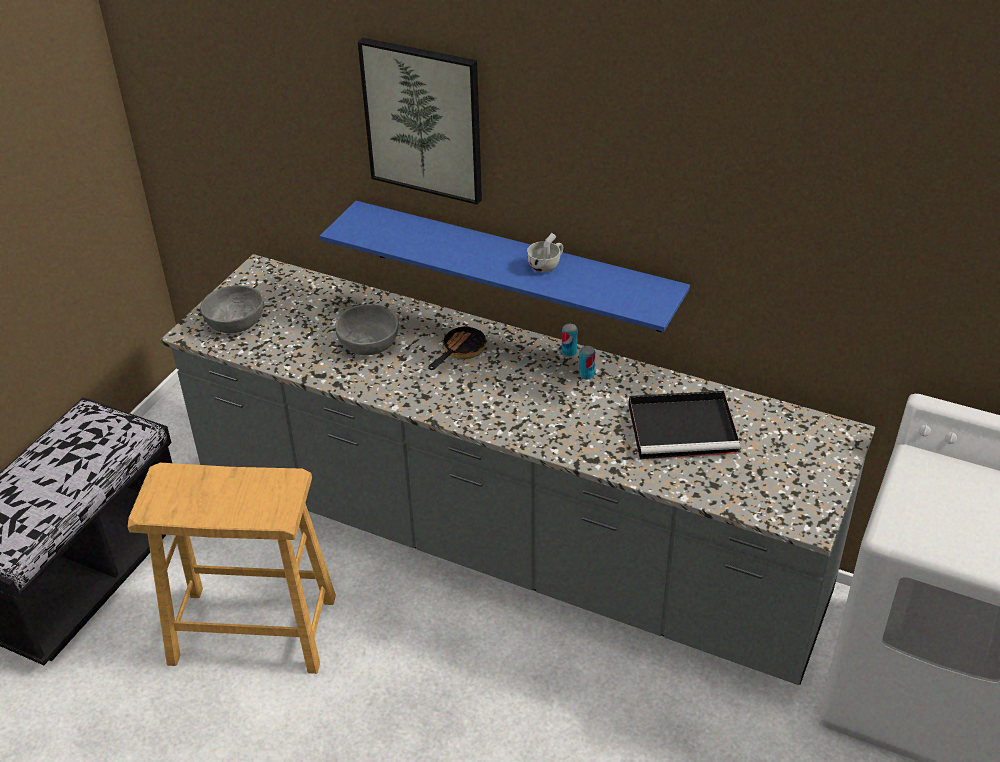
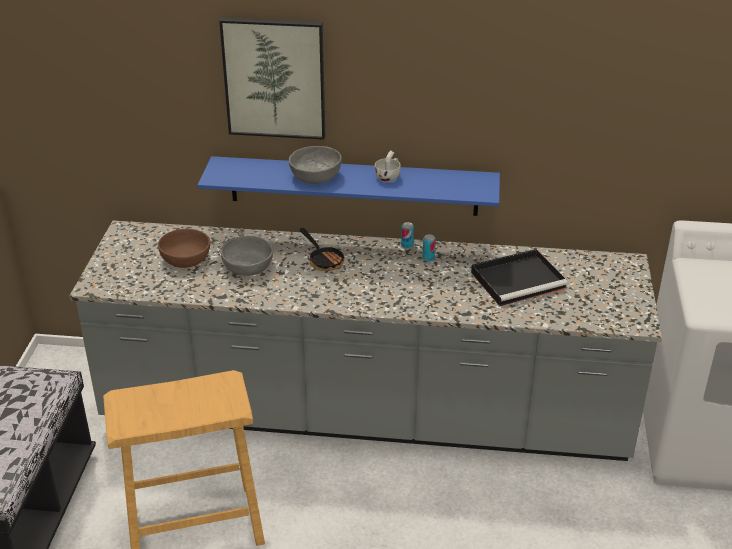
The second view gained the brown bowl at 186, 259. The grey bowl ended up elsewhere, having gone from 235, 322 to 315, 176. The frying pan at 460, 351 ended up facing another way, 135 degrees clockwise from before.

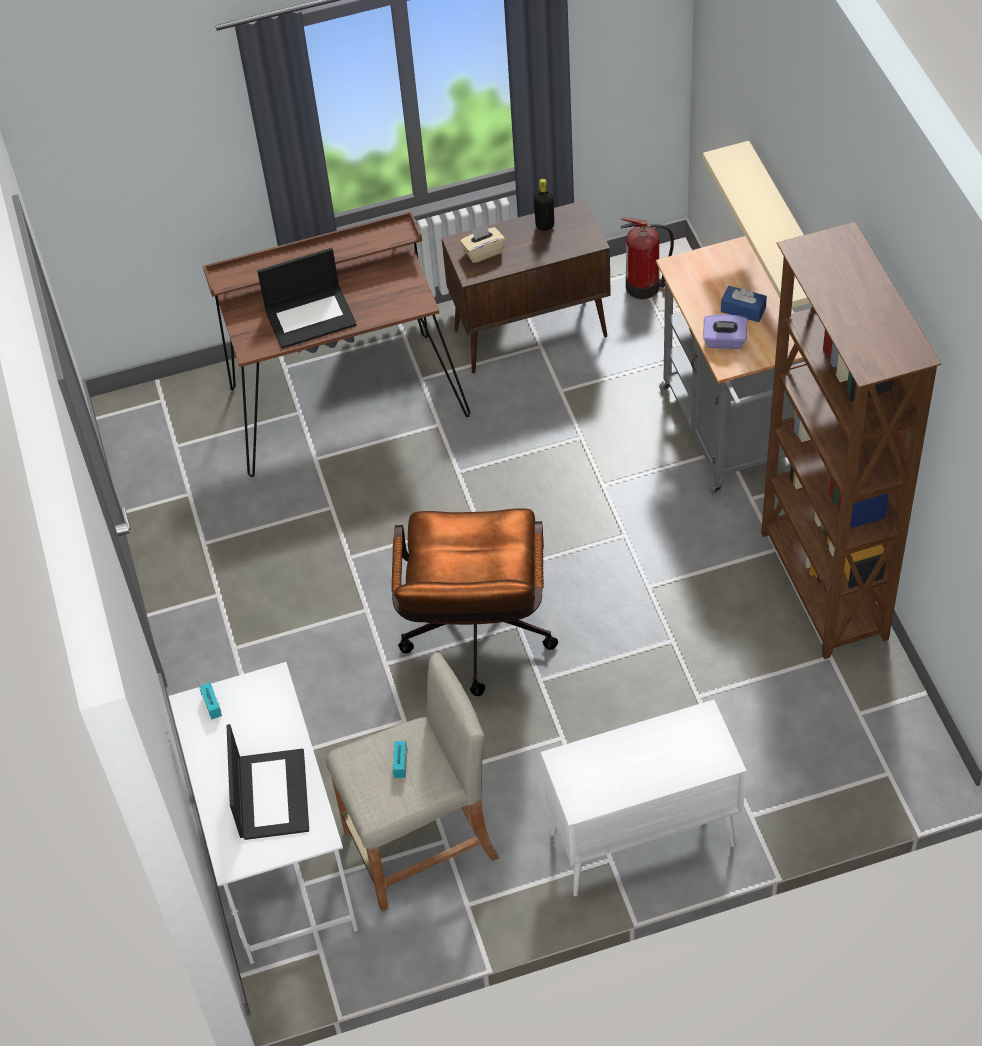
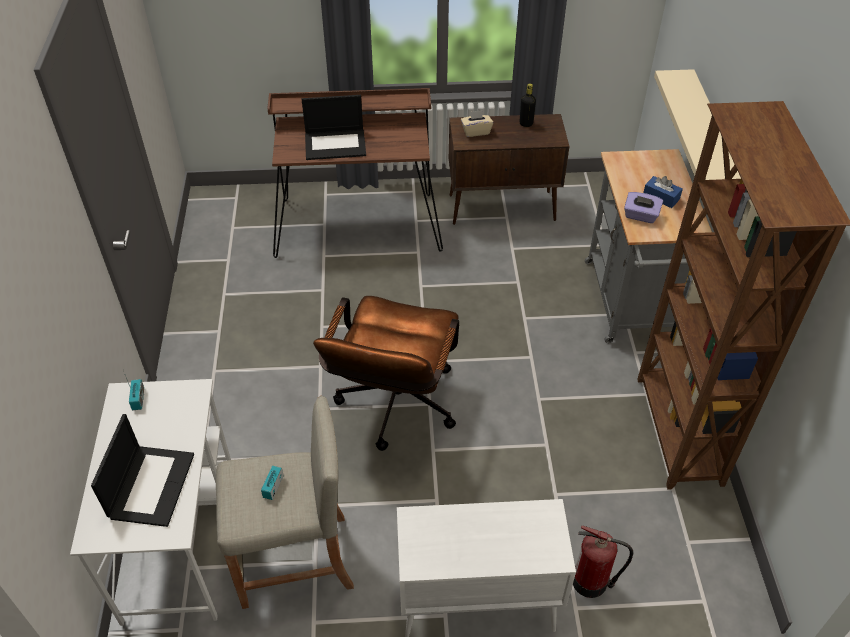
The fire extinguisher ended up elsewhere, having gone from 645, 286 to 592, 581.

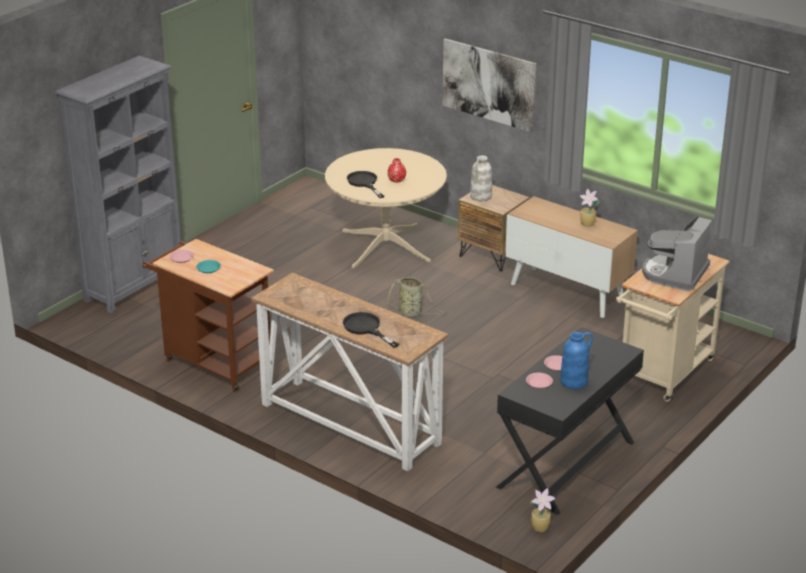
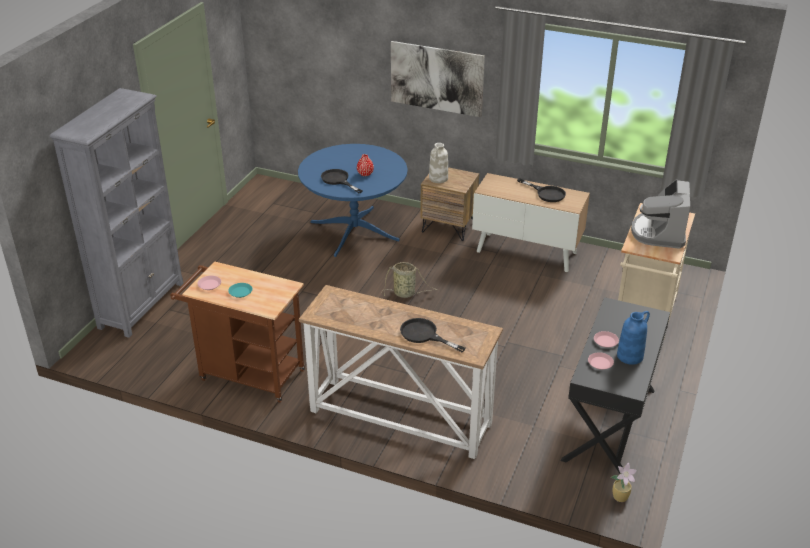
Where the potted plant stood at 587, 224, the black frying pan came to stand at 546, 193. What was the beige dining table at 386, 246 turned into the blue dining table at 355, 231.

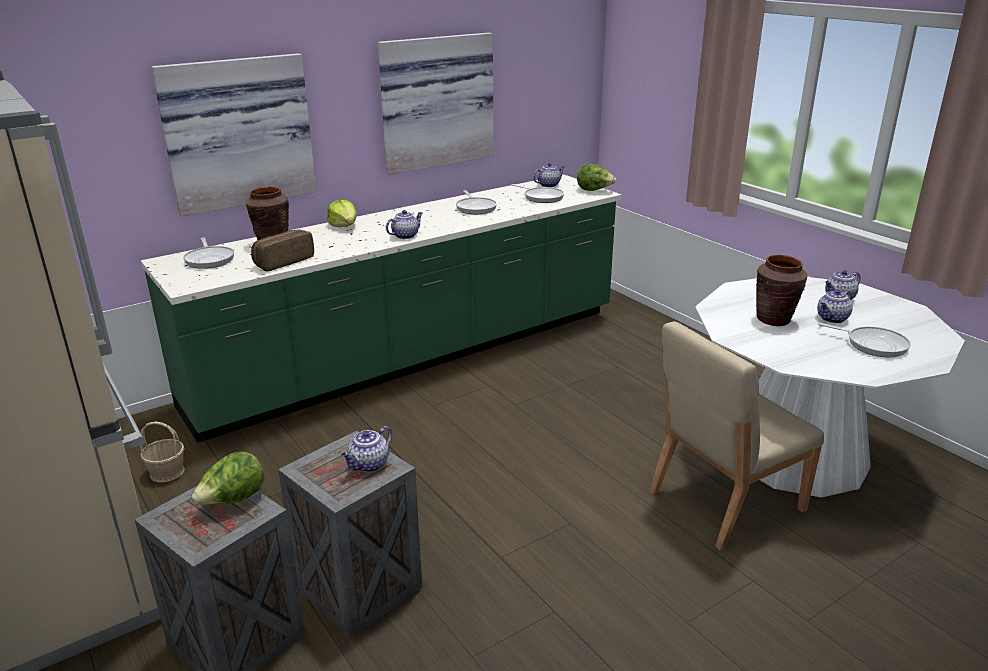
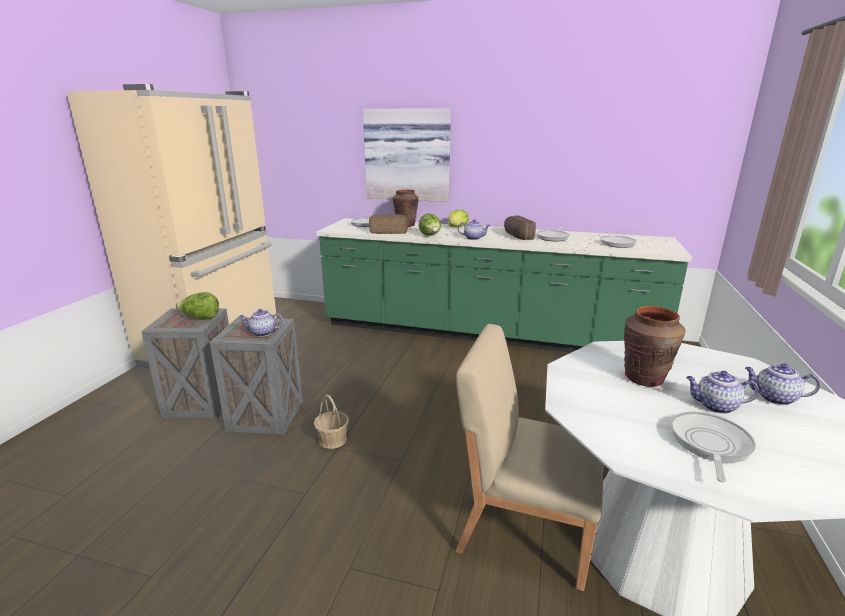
The second view lost the picture at 435, 101. The second view lost the teapot at 549, 185. The second view gained the bread at 517, 236. The basket ended up elsewhere, having gone from 167, 472 to 333, 439. The lettuce ended up elsewhere, having gone from 594, 190 to 430, 236. The frying pan at 873, 344 ended up facing another way, 150 degrees counterclockwise from before.

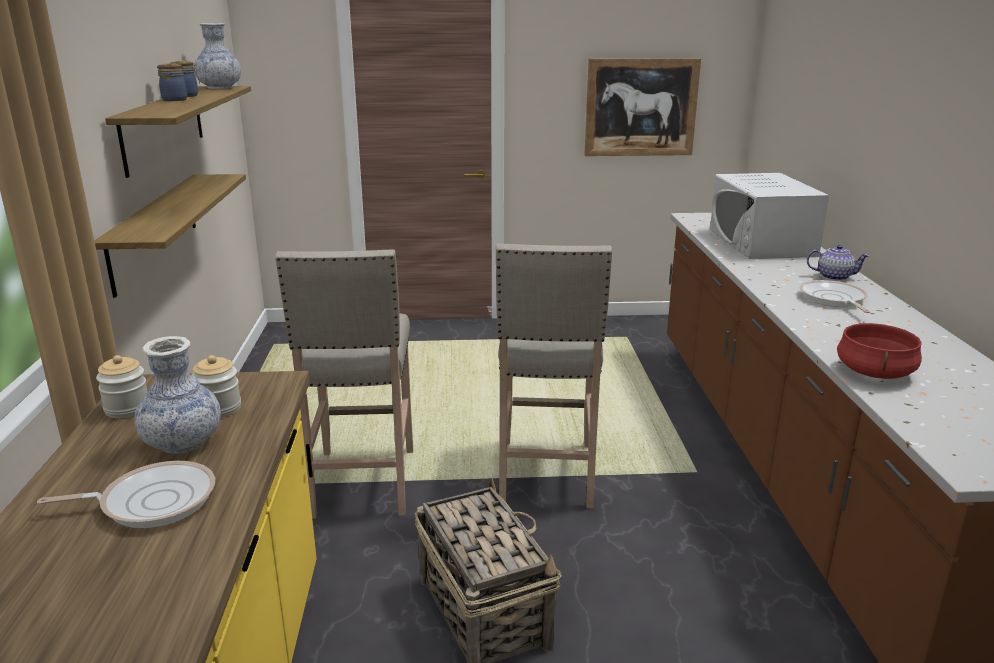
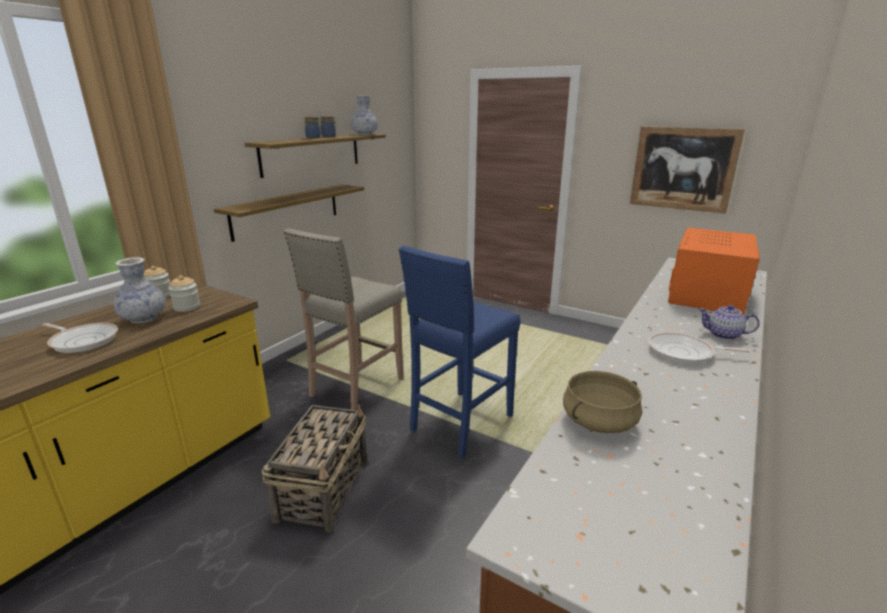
What was the beige stool at 546, 475 turned into the blue stool at 459, 423. What was the white microwave at 761, 242 turned into the orange microwave at 707, 293. What was the red cooking pot at 875, 372 turned into the beige cooking pot at 599, 421. The frying pan at 833, 299 ended up facing another way, 105 degrees counterclockwise from before. The teapot at 833, 277 ended up facing another way, 150 degrees clockwise from before.

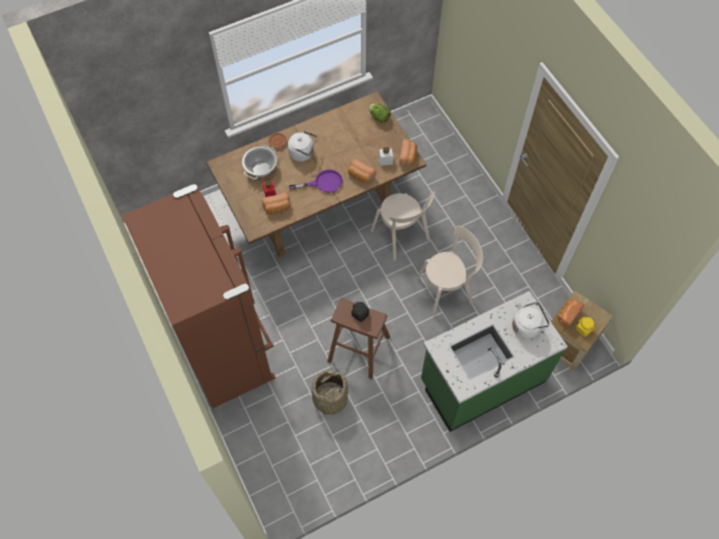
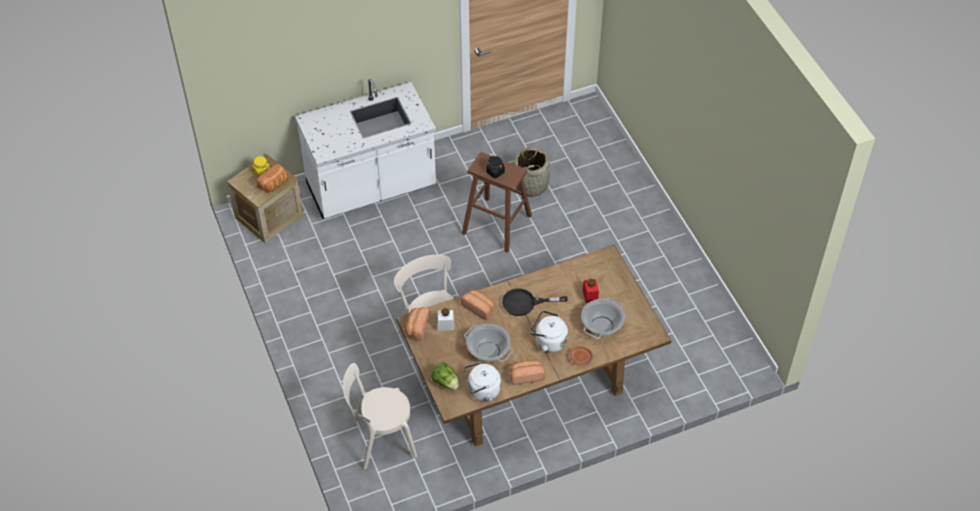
The second view lost the brown fridge at 224, 347. The second view gained the cooking pot at 488, 351. The bread ended up elsewhere, having gone from 277, 208 to 526, 375. The beige chair ended up elsewhere, having gone from 447, 289 to 381, 440. The white kettle ended up elsewhere, having gone from 527, 326 to 482, 391. What was the purple frying pan at 323, 183 turned into the black frying pan at 525, 303. What was the green counter at 482, 380 turned into the white counter at 371, 188.

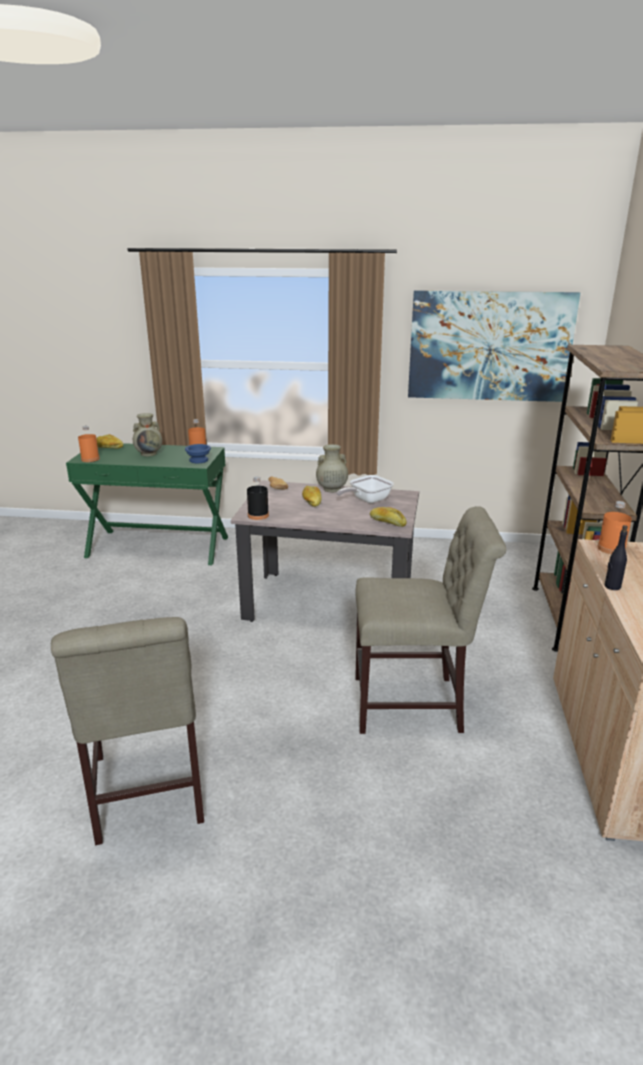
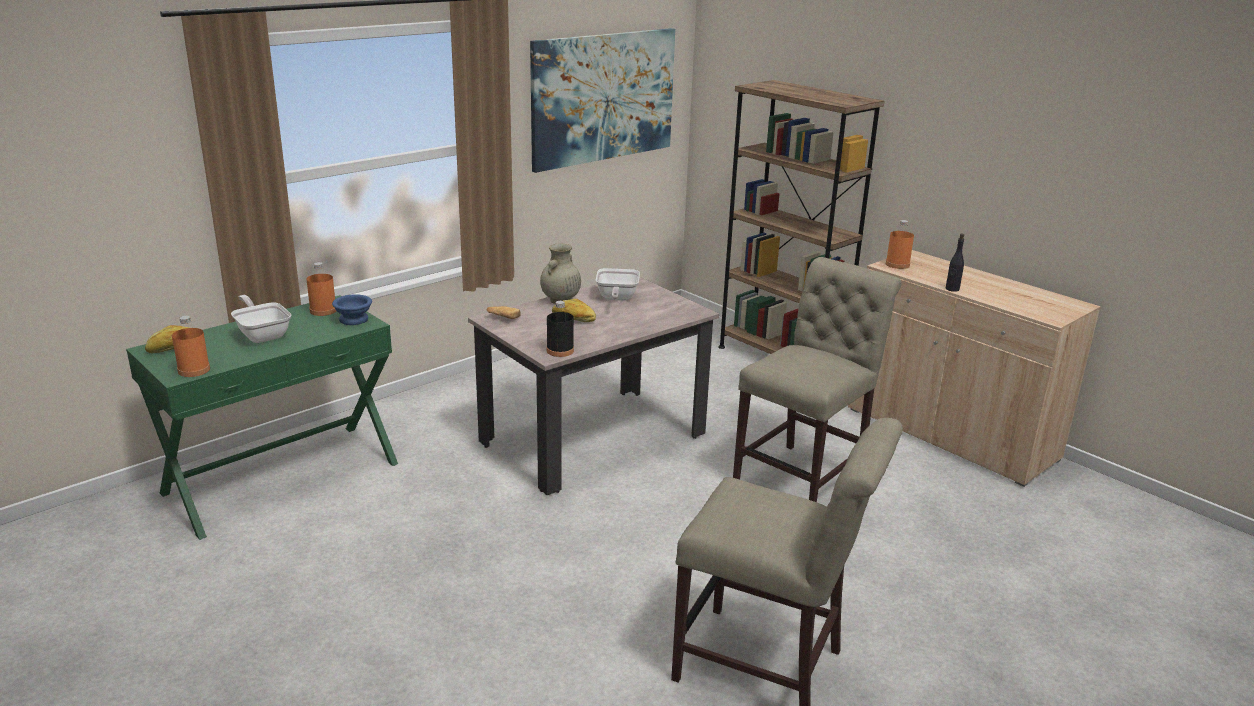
The second view lost the bread at 387, 522. Where the beige vase stood at 149, 453, the frying pan came to stand at 262, 334.

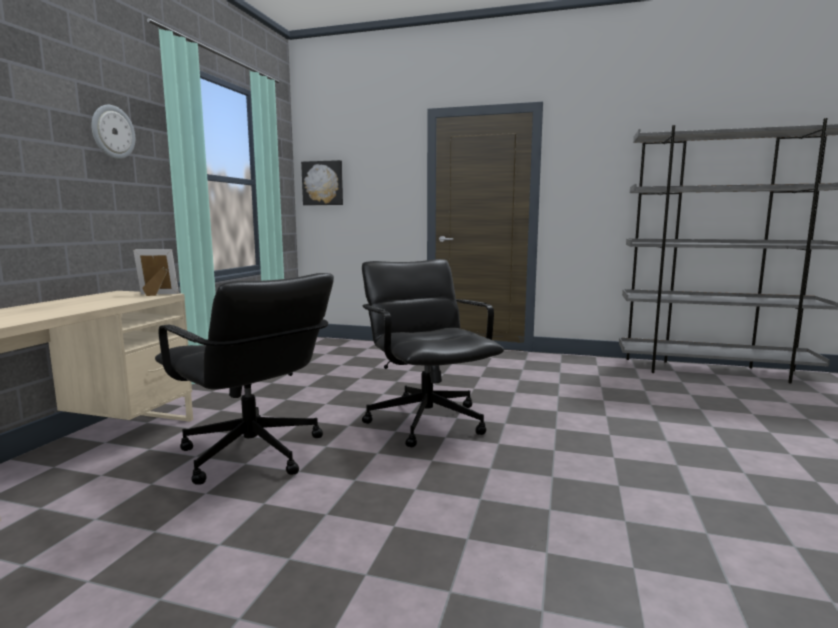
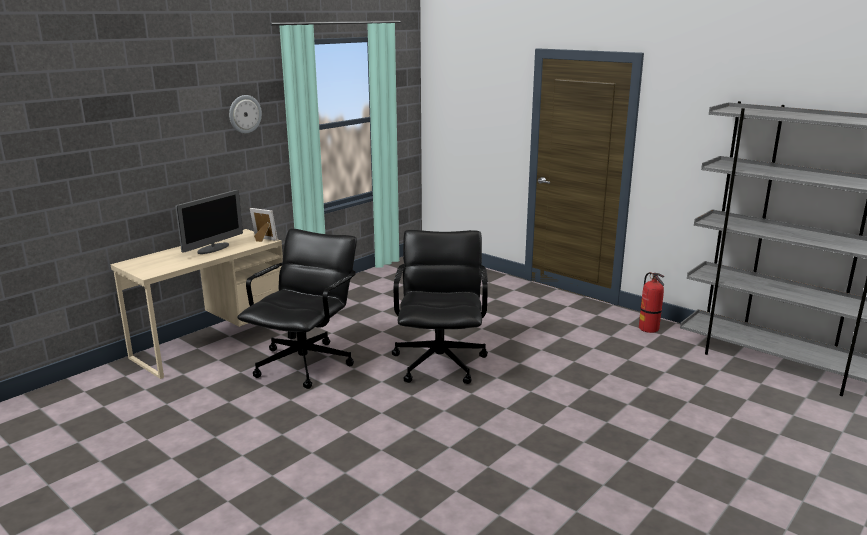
The second view lost the picture at 323, 183. The second view gained the monitor at 213, 248. The second view gained the fire extinguisher at 649, 329. The black office chair at 252, 454 ended up facing another way, 135 degrees counterclockwise from before.

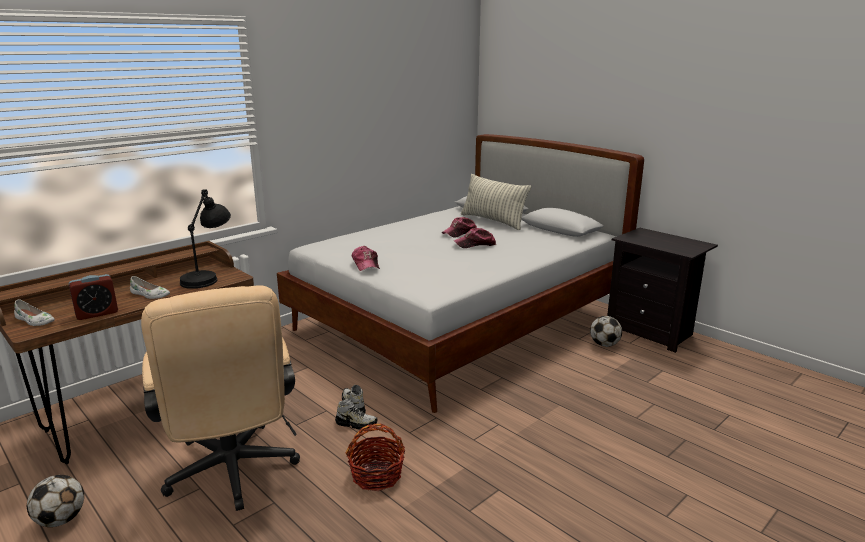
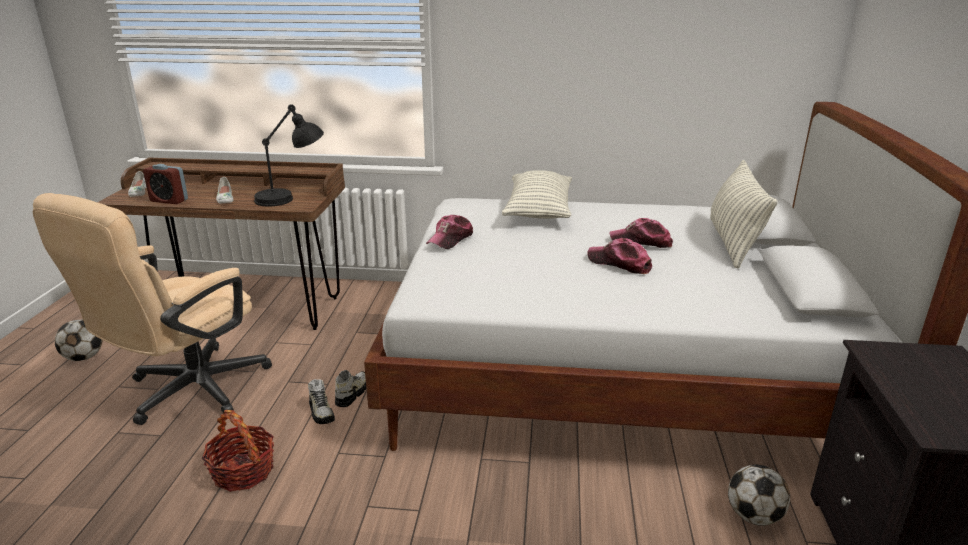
The second view gained the pillow at 538, 211.

